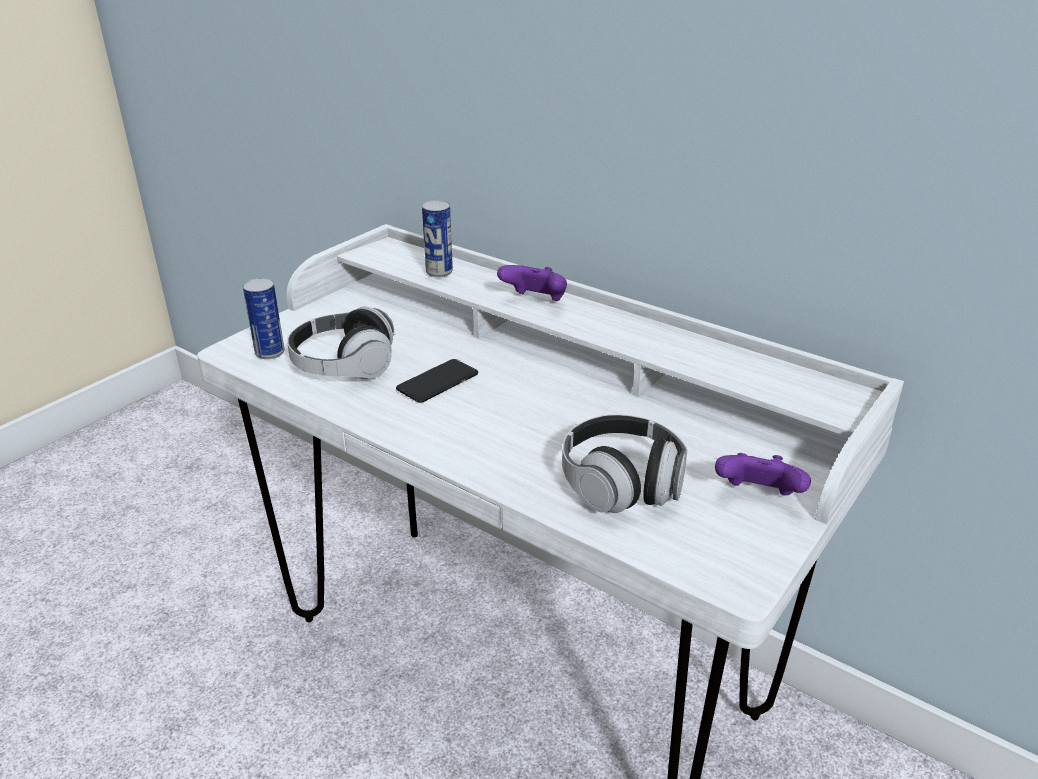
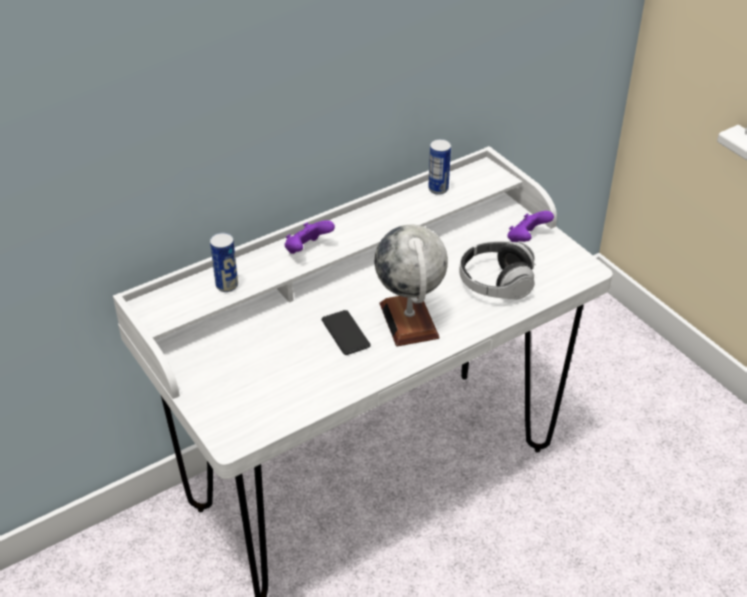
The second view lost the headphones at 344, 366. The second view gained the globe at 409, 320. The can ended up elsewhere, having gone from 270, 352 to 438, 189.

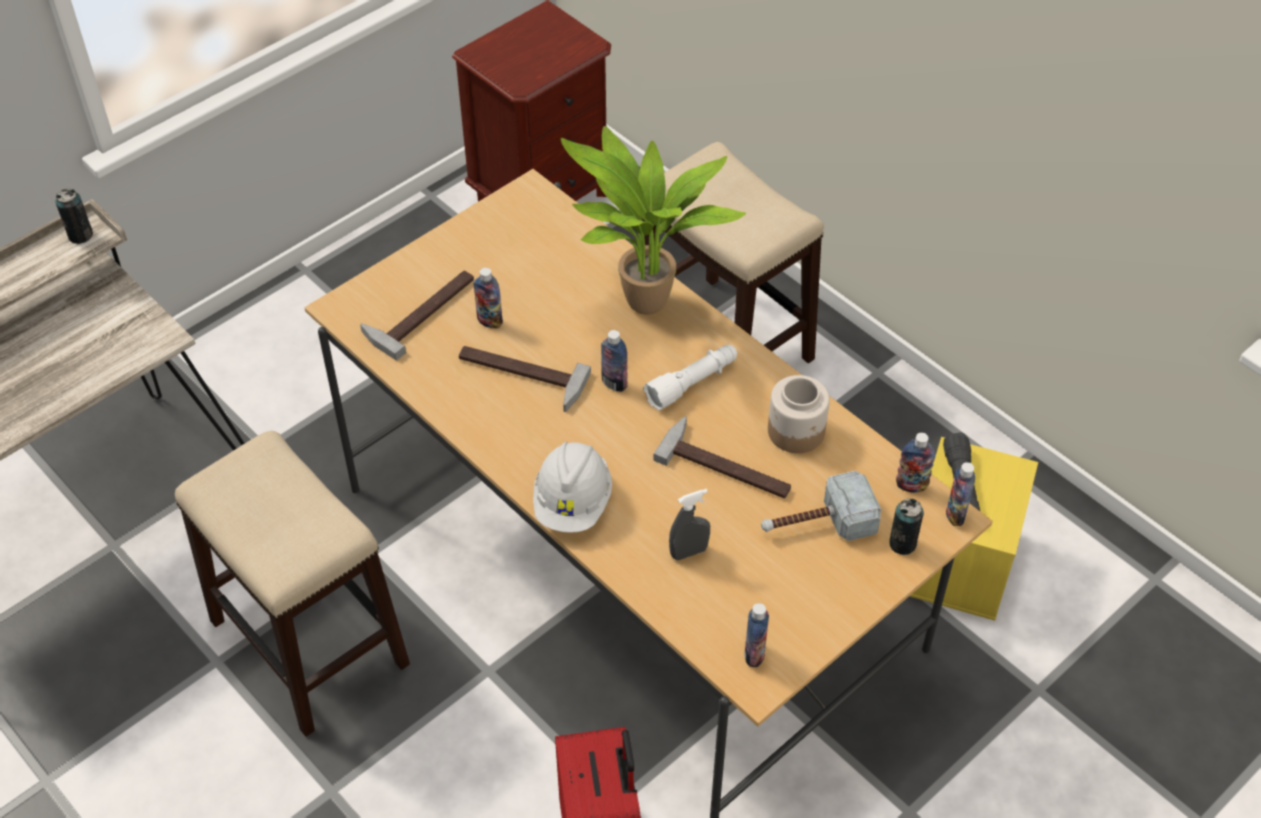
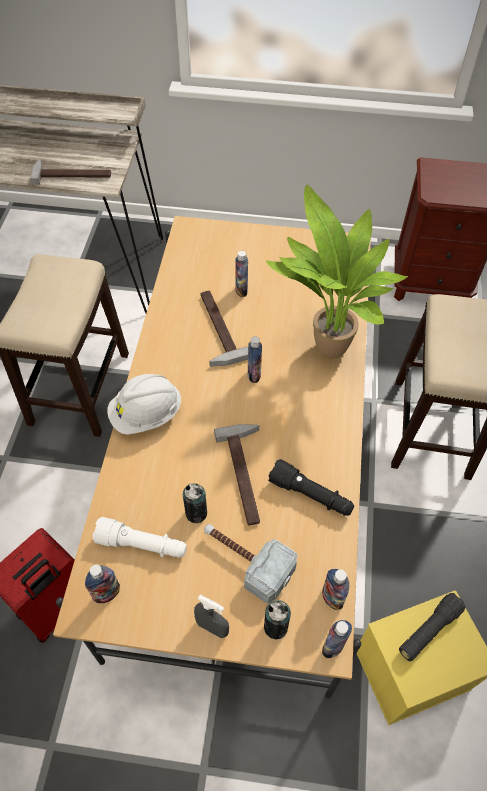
The can ended up elsewhere, having gone from 80, 235 to 196, 513. The hammer ended up elsewhere, having gone from 421, 310 to 73, 173. The white flashlight ended up elsewhere, having gone from 692, 383 to 142, 545. The grey spray bottle ended up elsewhere, having gone from 689, 552 to 212, 628. Where the jar stood at 796, 431, the black flashlight came to stand at 311, 495.

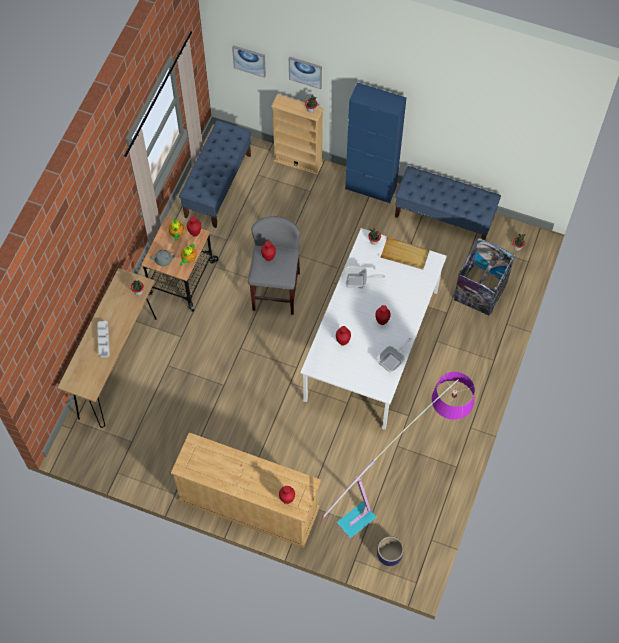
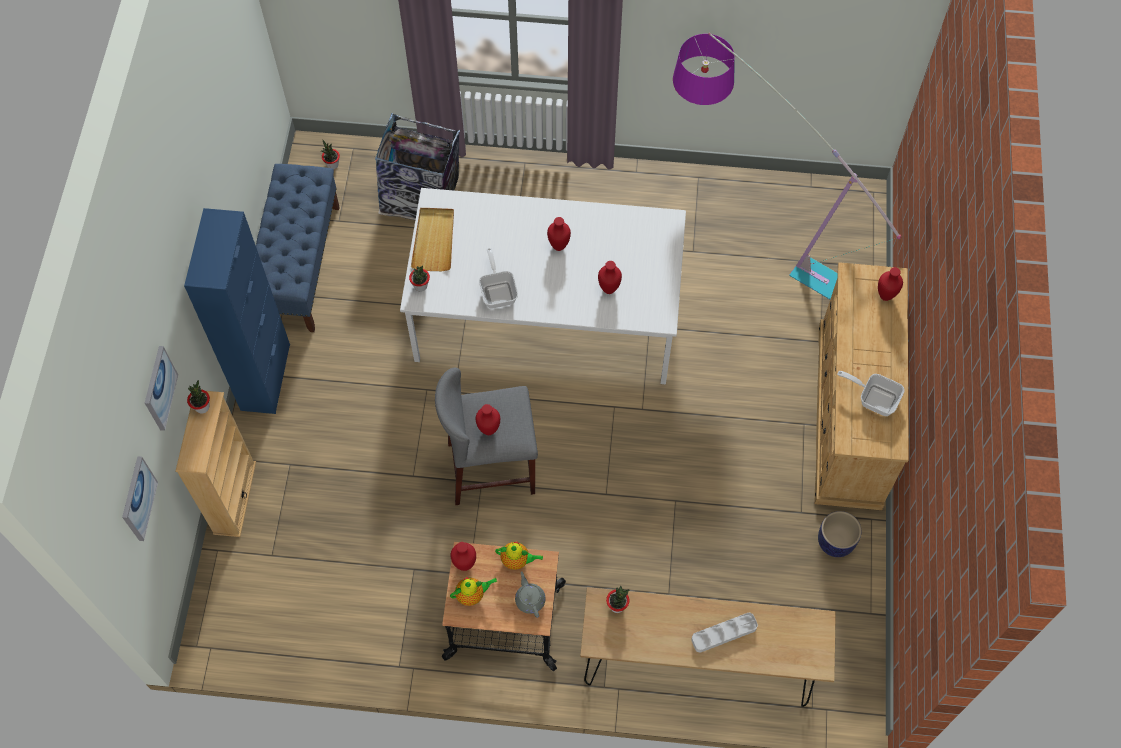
The second view lost the blue bench at 218, 185. The frying pan ended up elsewhere, having gone from 393, 360 to 873, 398. The planter ended up elsewhere, having gone from 389, 555 to 835, 542.

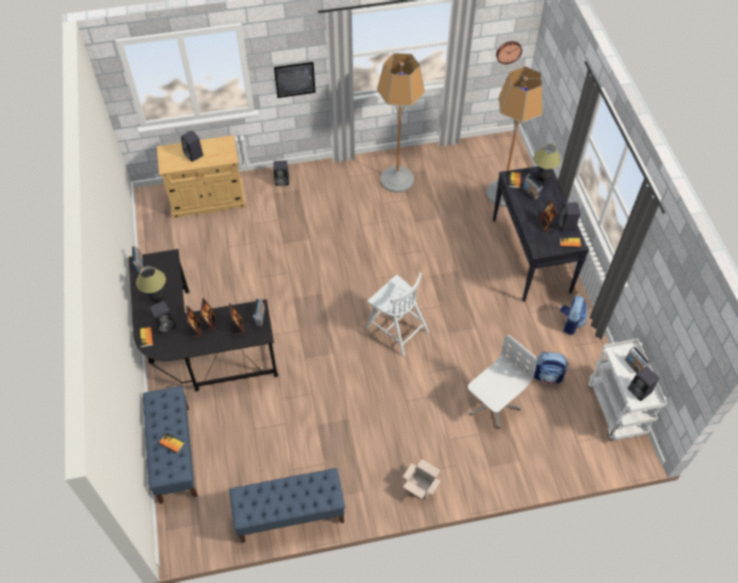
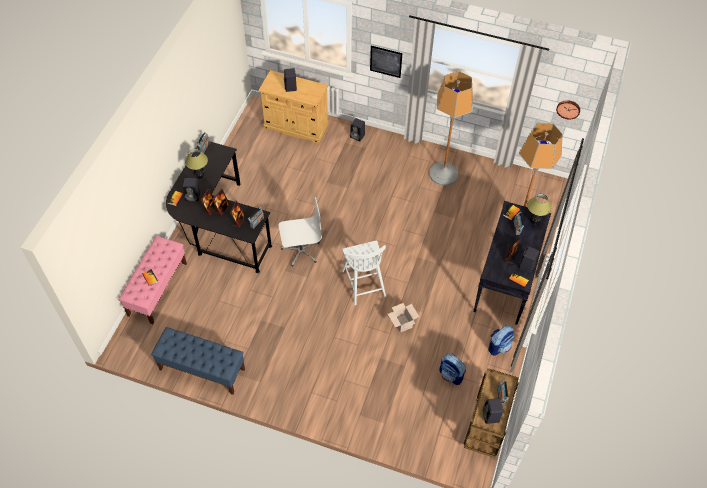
The cardboard box ended up elsewhere, having gone from 419, 487 to 401, 323. The white office chair ended up elsewhere, having gone from 492, 404 to 301, 250. What was the blue bench at 174, 453 turned into the pink bench at 157, 289. What was the white cart at 616, 410 turned into the brown cart at 486, 428.

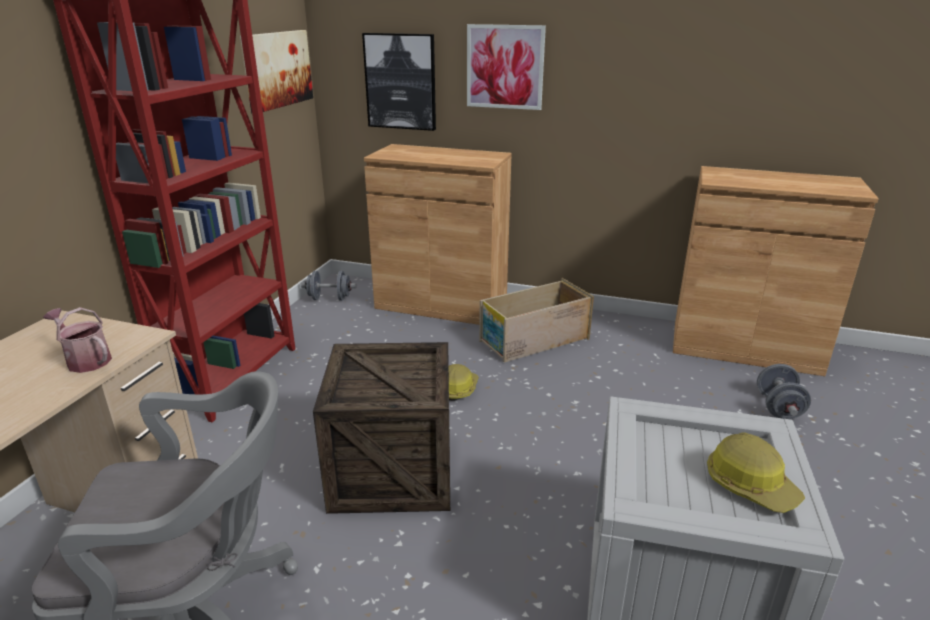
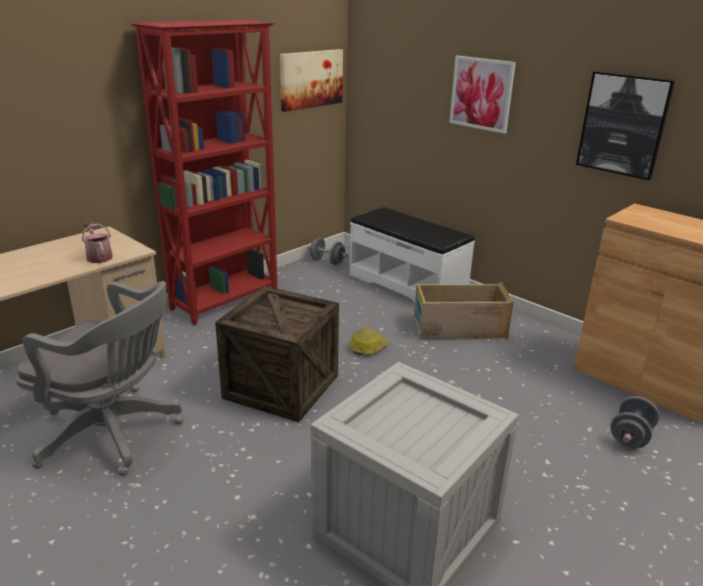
The second view lost the hard hat at 750, 485. The picture ended up elsewhere, having gone from 401, 81 to 623, 125. Where the brown cabinet stood at 441, 304, the white bench came to stand at 407, 284.

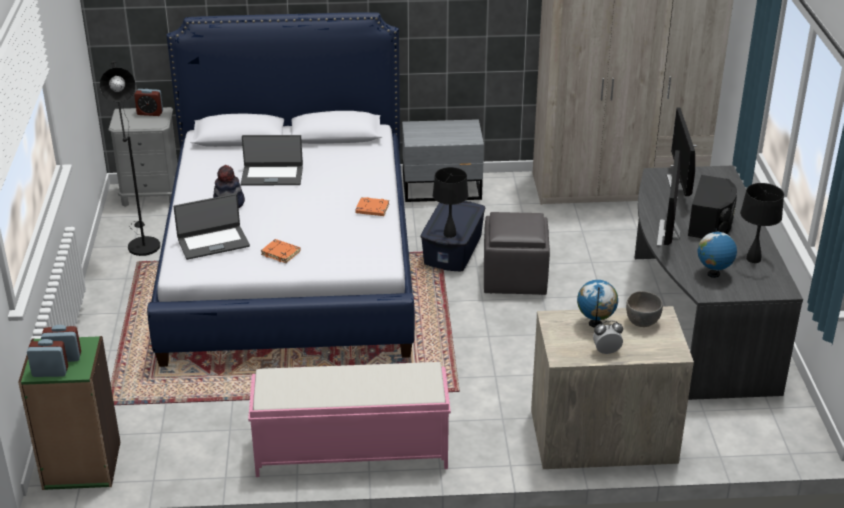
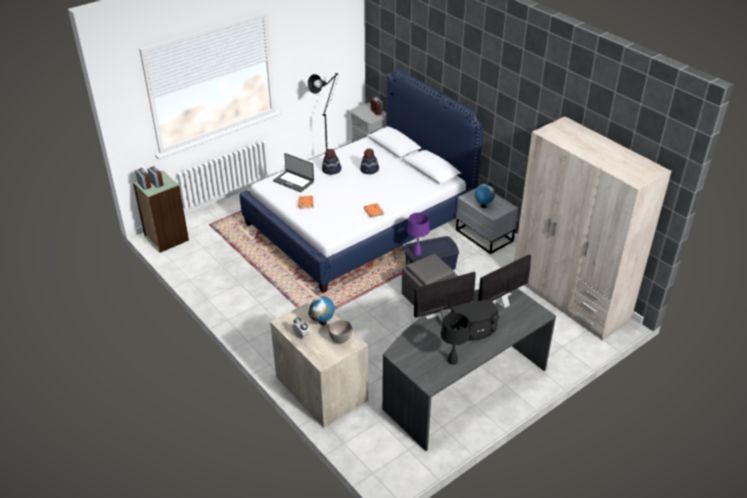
The second view lost the pink bench at 350, 451. The globe ended up elsewhere, having gone from 713, 274 to 483, 206. Where the laptop stood at 272, 175, the hat came to stand at 369, 170. What was the black table lamp at 450, 234 turned into the purple table lamp at 417, 253.

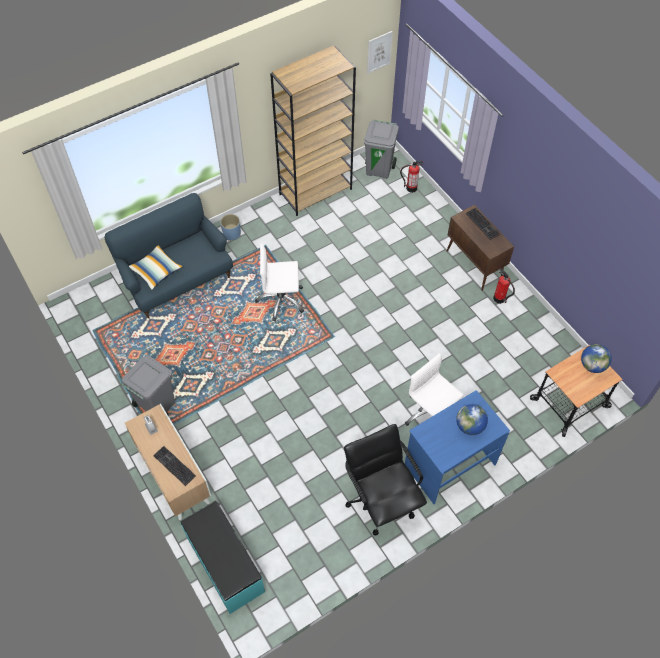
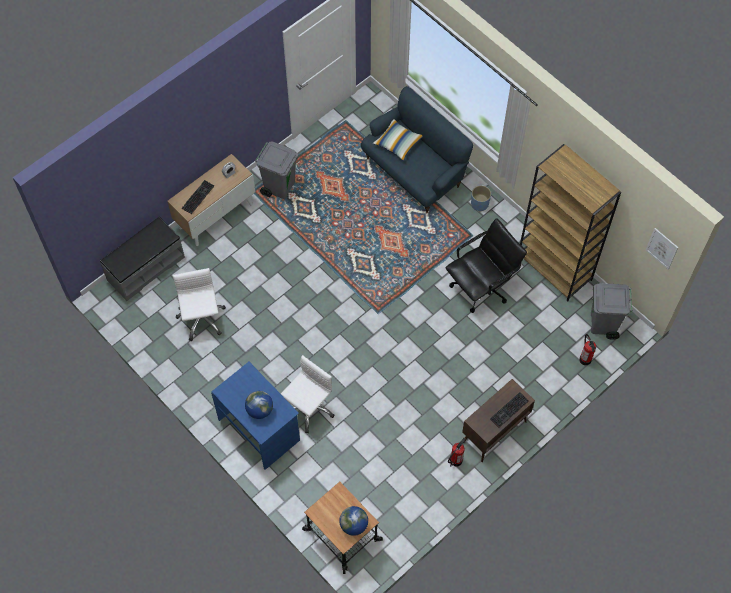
The white office chair ended up elsewhere, having gone from 281, 300 to 201, 319. The black office chair ended up elsewhere, having gone from 381, 500 to 481, 287. What was the turquoise bench at 224, 565 turned into the grey bench at 145, 268.

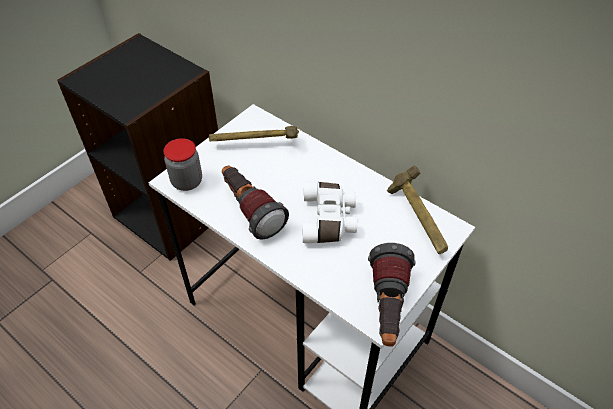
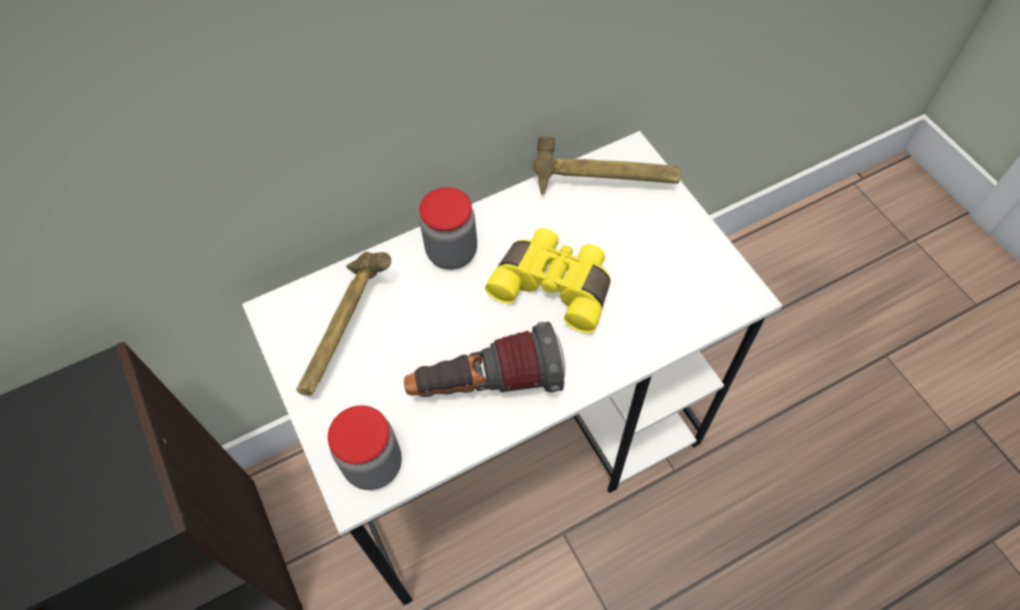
The second view lost the flashlight at 387, 308. The second view gained the jar at 452, 252. What was the white binoculars at 329, 219 turned into the yellow binoculars at 555, 285.

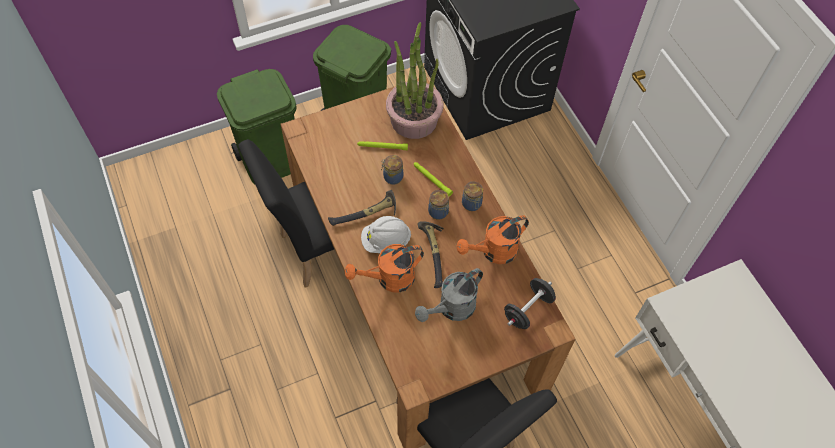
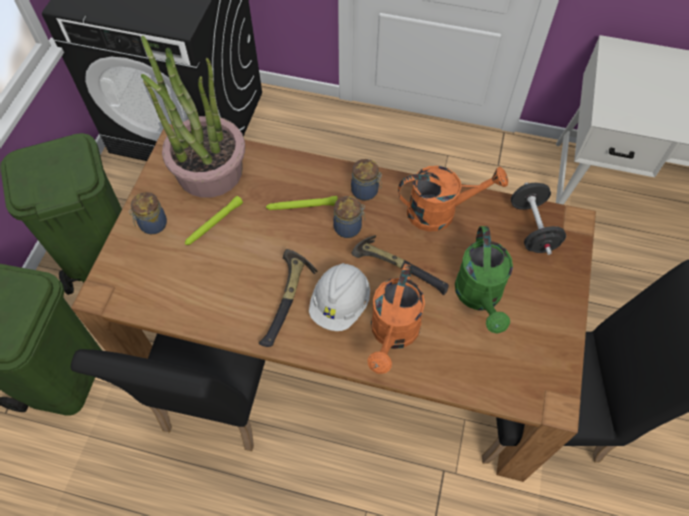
The jar ended up elsewhere, having gone from 392, 177 to 152, 225. What was the grey watering can at 452, 309 turned into the green watering can at 480, 297. The orange watering can at 493, 252 ended up facing another way, 105 degrees counterclockwise from before.

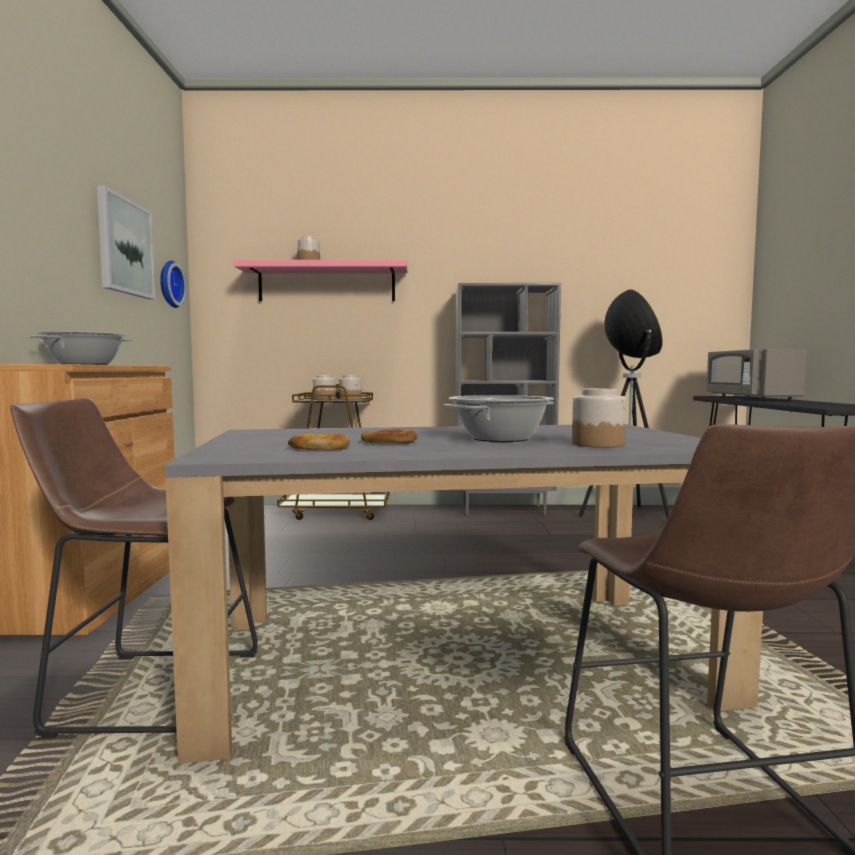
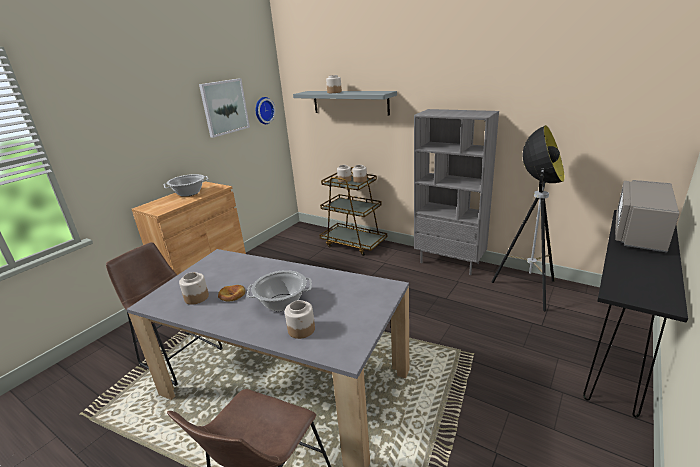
Where the bread stood at 320, 447, the jar came to stand at 197, 297. What was the pink shelf at 326, 283 turned into the grey shelf at 350, 102.

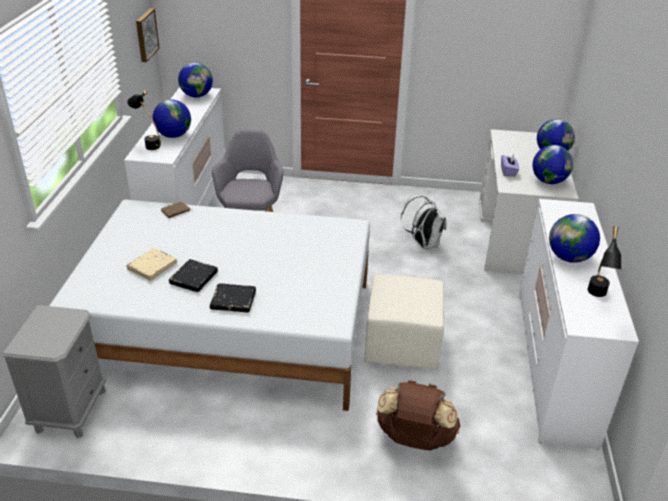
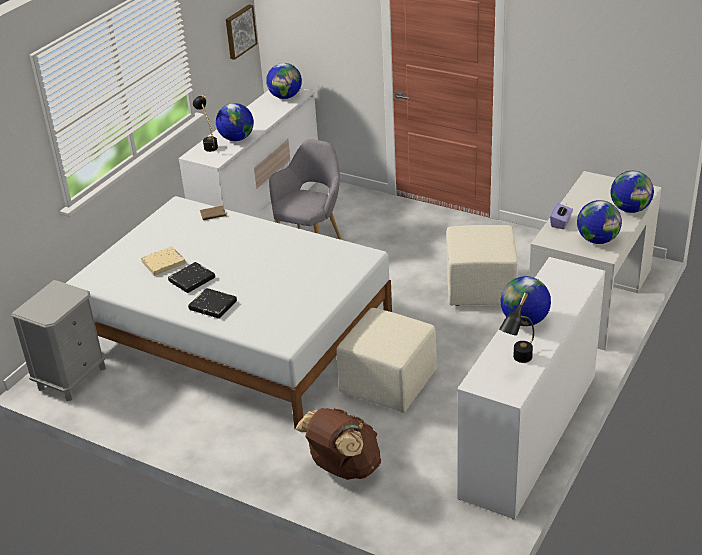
Where the white backpack stood at 423, 243, the beige ottoman came to stand at 480, 288.

